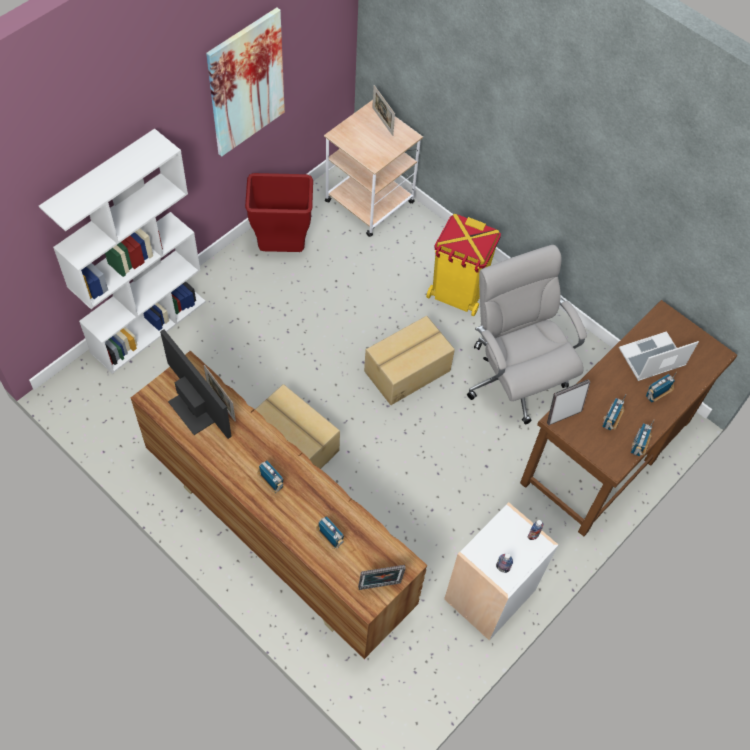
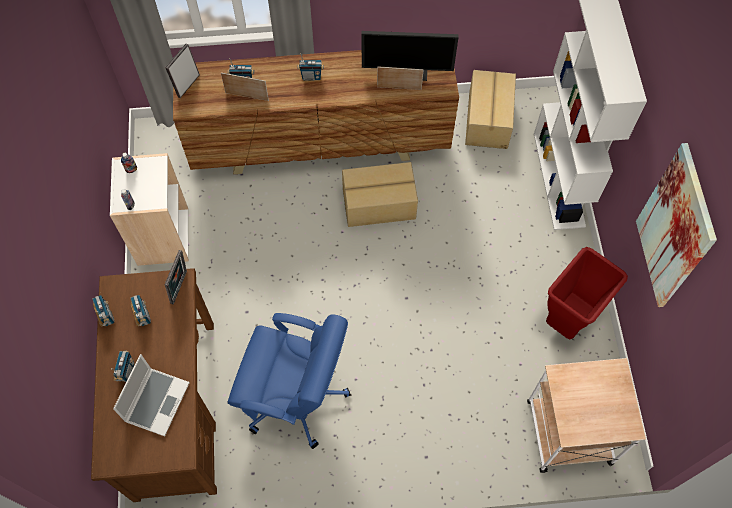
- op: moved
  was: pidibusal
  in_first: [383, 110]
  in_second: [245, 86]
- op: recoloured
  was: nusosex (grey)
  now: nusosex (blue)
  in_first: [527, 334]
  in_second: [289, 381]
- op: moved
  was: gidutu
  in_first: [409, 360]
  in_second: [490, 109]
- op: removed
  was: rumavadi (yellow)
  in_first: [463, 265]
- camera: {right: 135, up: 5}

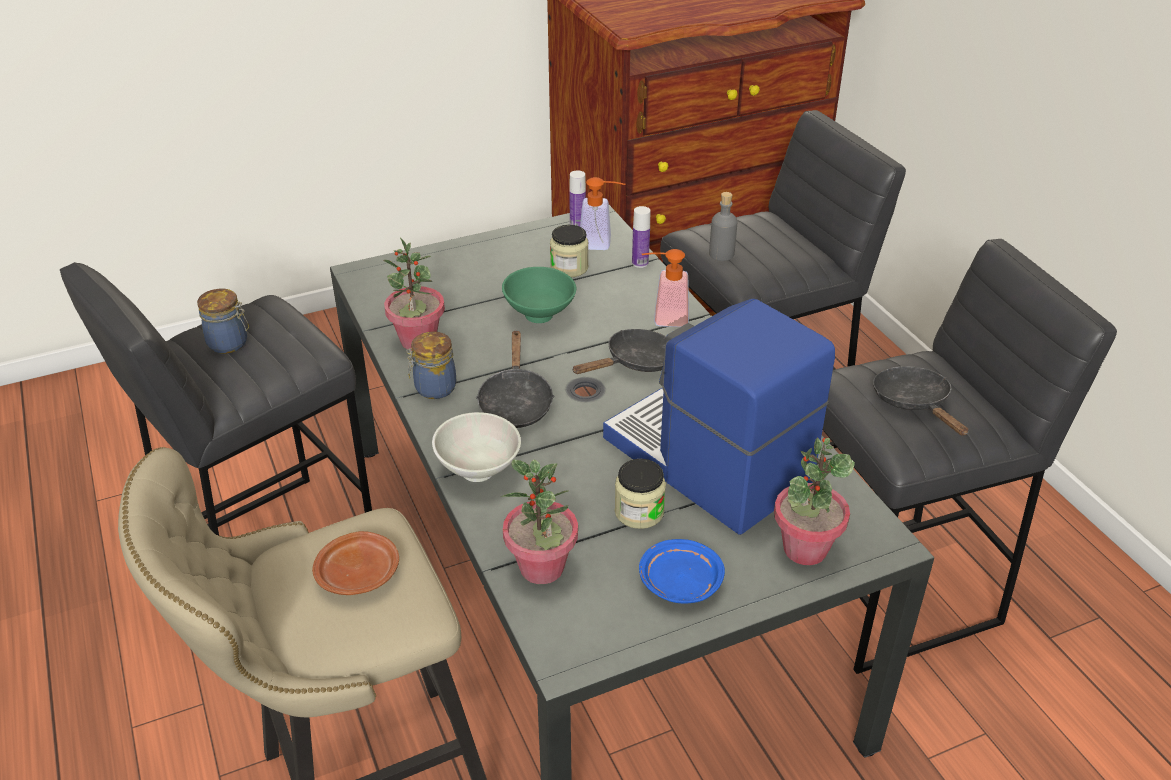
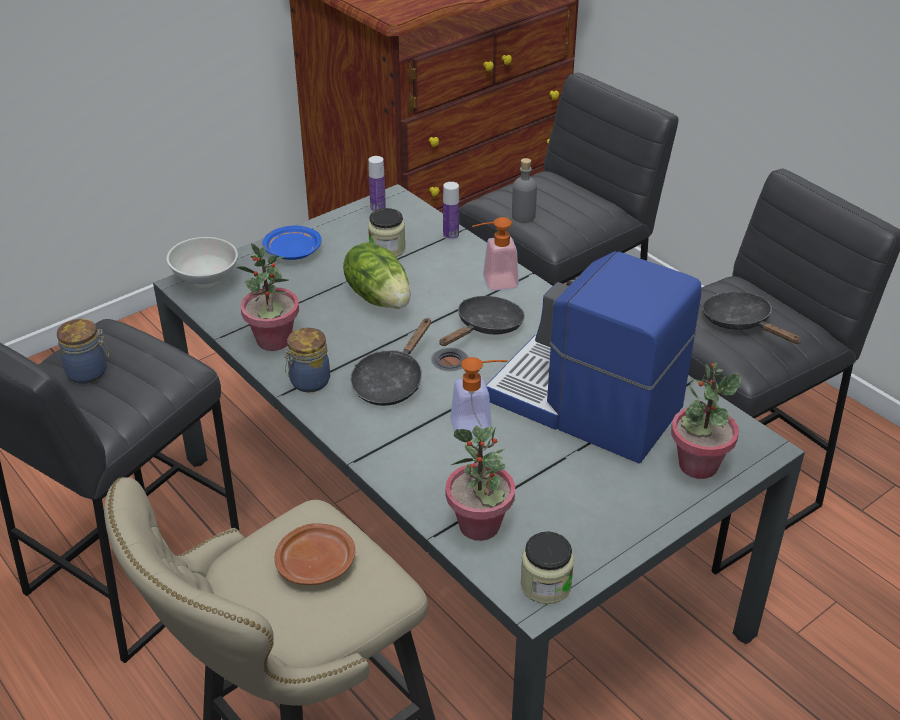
- op: moved
  was: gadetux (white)
  in_first: [476, 447]
  in_second: [202, 263]
- op: moved
  was: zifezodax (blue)
  in_first: [682, 571]
  in_second: [292, 243]
- op: replaced
  was: gadetux (green)
  now: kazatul
  in_first: [539, 295]
  in_second: [376, 275]
- op: turned
  was: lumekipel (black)
  in_first: [515, 379]
  in_second: [390, 362]
  clockwise: 45
- op: moved
  was: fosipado
  in_first: [603, 213]
  in_second: [479, 397]
- op: moved
  was: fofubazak
  in_first: [640, 494]
  in_second: [547, 567]
- camera: {right: -15, up: 0}

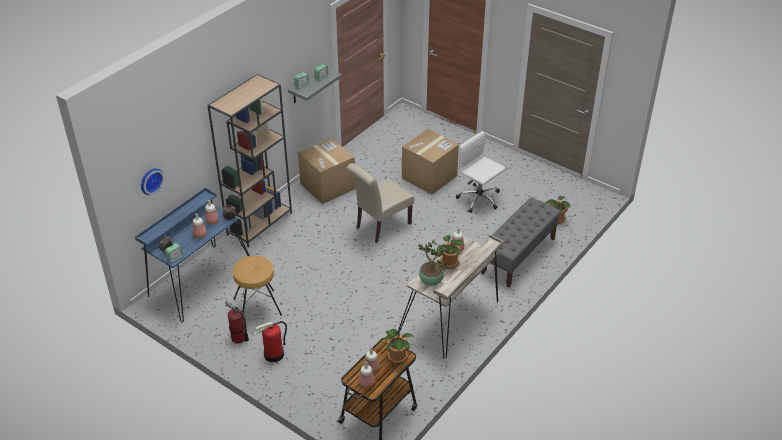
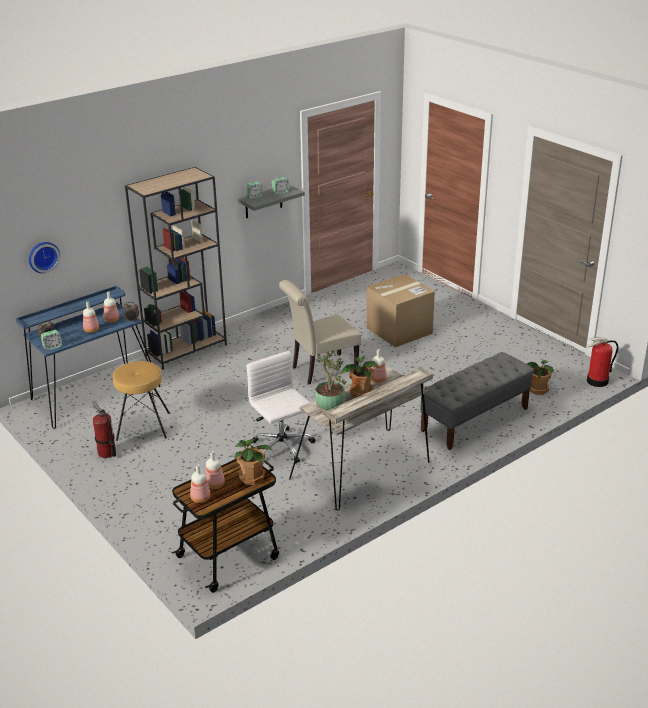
- op: moved
  was: nusosex (white)
  in_first: [481, 172]
  in_second: [280, 407]
- op: moved
  was: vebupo
  in_first: [270, 341]
  in_second: [602, 362]
- op: removed
  was: gidutu
  in_first: [327, 171]
- camera: {right: 15, up: -10}

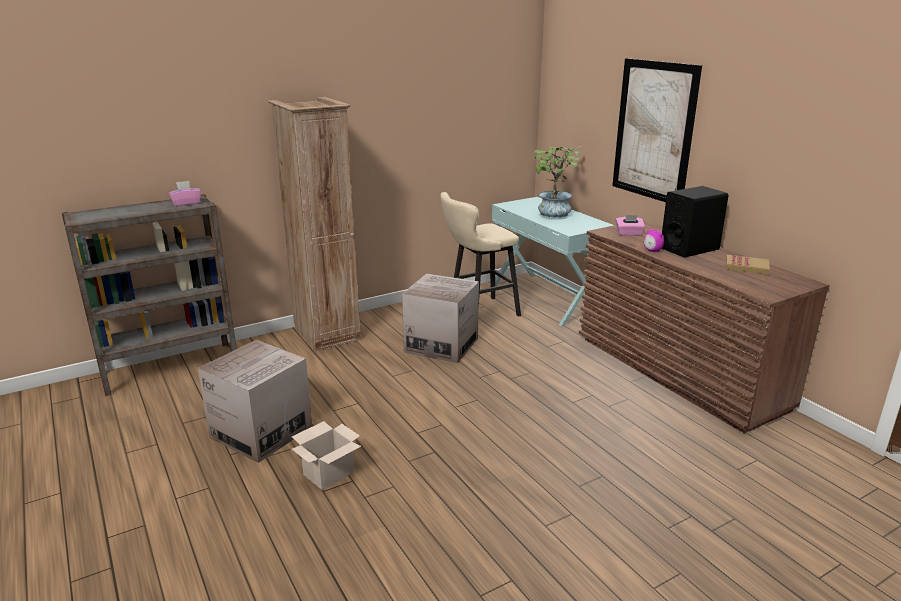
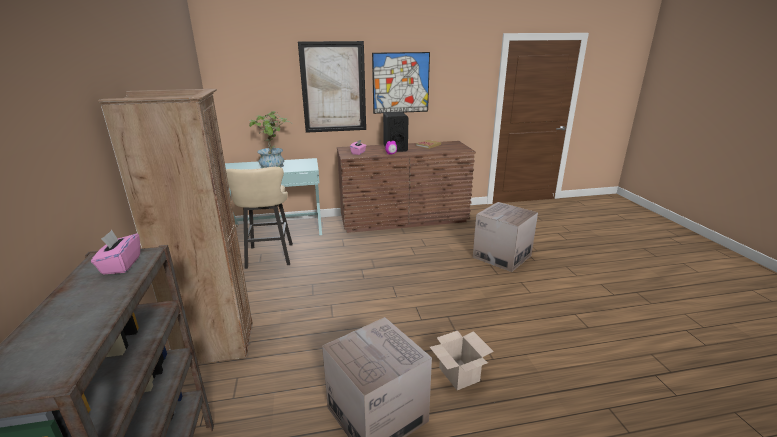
- op: added
  now: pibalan
  in_second: [401, 83]
- op: moved
  was: gidutu
  in_first: [440, 318]
  in_second: [505, 237]
- camera: {right: -70, up: 0}

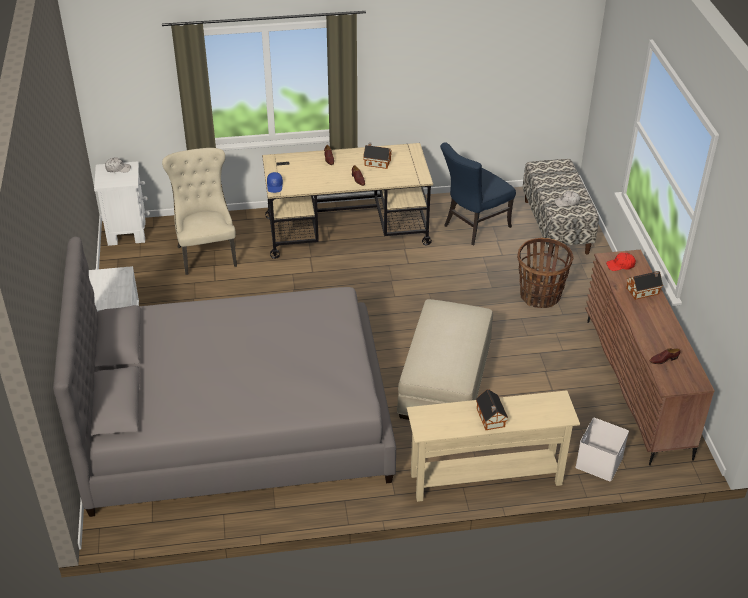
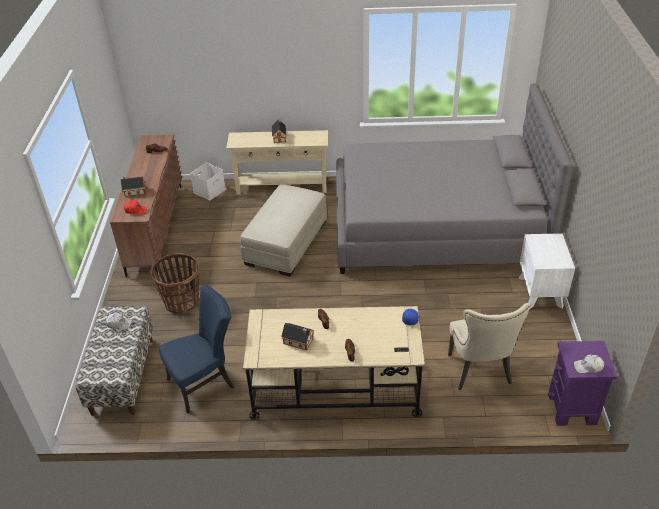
- op: recoloured
  was: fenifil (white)
  now: fenifil (purple)
  in_first: [122, 203]
  in_second: [583, 383]
- camera: {right: -170, up: 0}

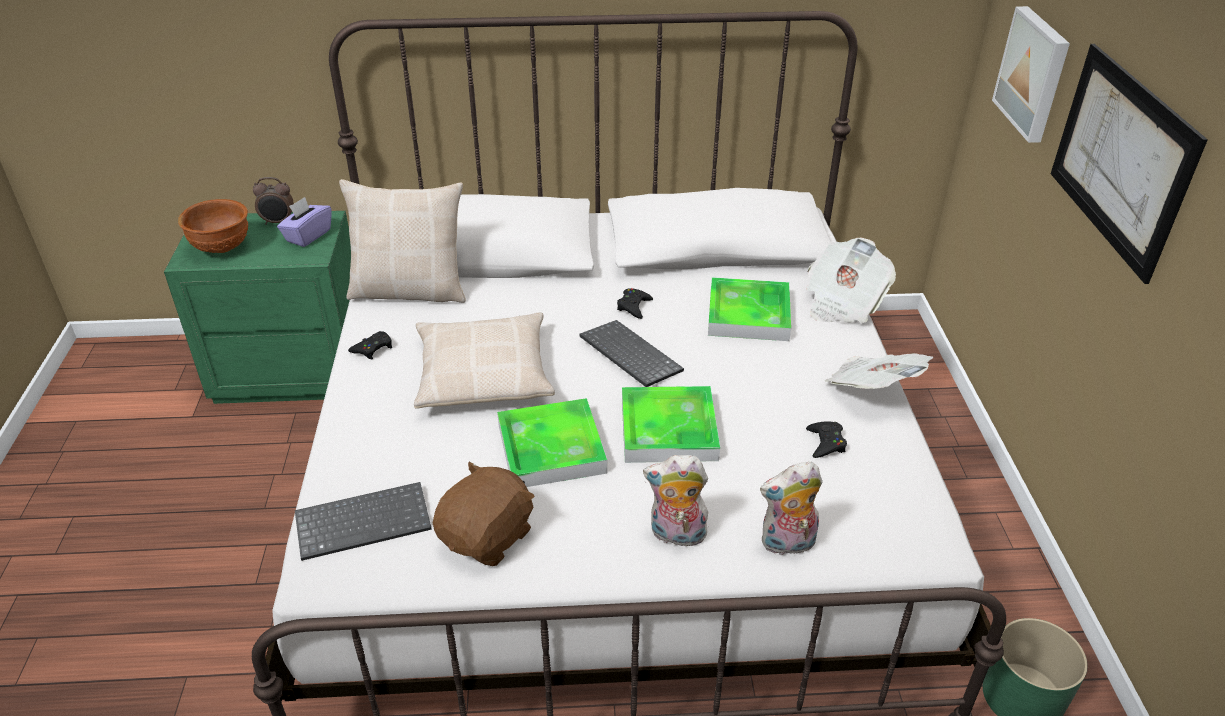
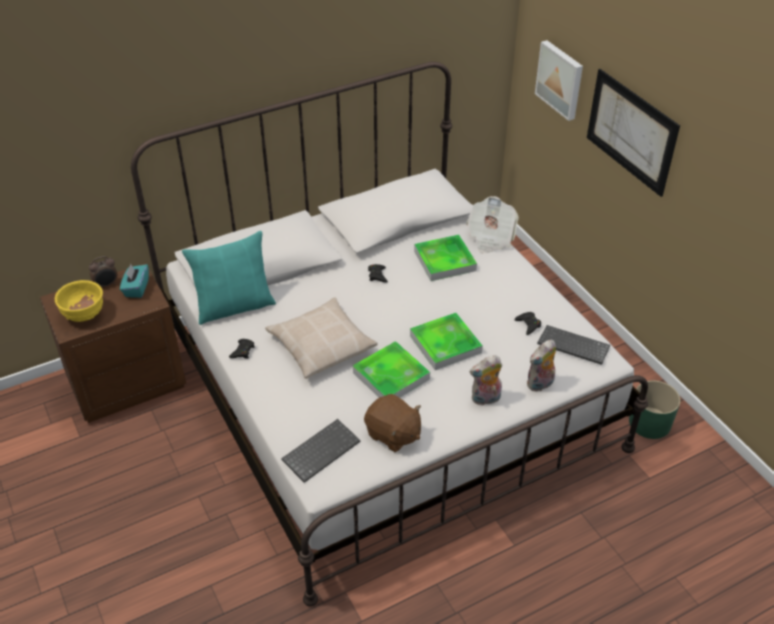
- op: recoloured
  was: fenifil (green)
  now: fenifil (brown)
  in_first: [257, 307]
  in_second: [113, 343]
- op: recoloured
  was: gadetux (brown)
  now: gadetux (yellow)
  in_first: [213, 226]
  in_second: [79, 301]
- op: recoloured
  was: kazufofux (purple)
  now: kazufofux (turquoise)
  in_first: [304, 222]
  in_second: [134, 281]
- op: recoloured
  was: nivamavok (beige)
  now: nivamavok (turquoise)
  in_first: [402, 241]
  in_second: [229, 278]
- op: turned
  was: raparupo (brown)
  in_first: [484, 513]
  in_second: [392, 423]
  clockwise: 120
- op: moved
  was: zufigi
  in_first: [631, 353]
  in_second: [573, 345]
- op: removed
  was: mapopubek
  in_first: [879, 371]
- camera: {right: -25, up: 5}

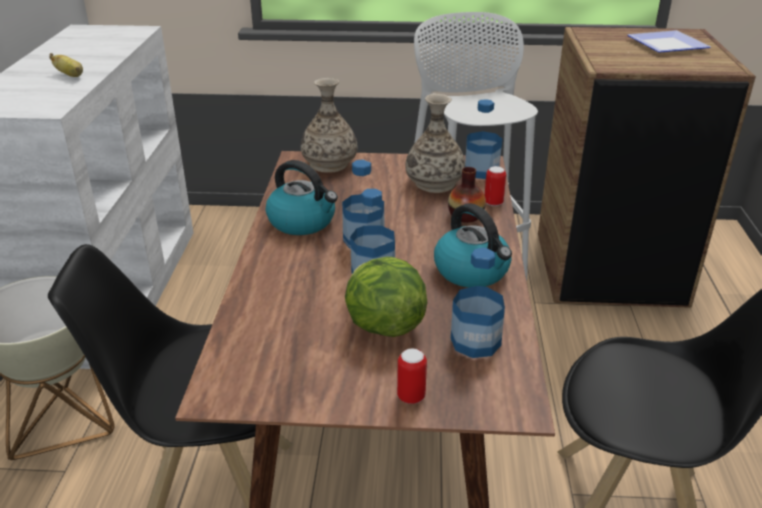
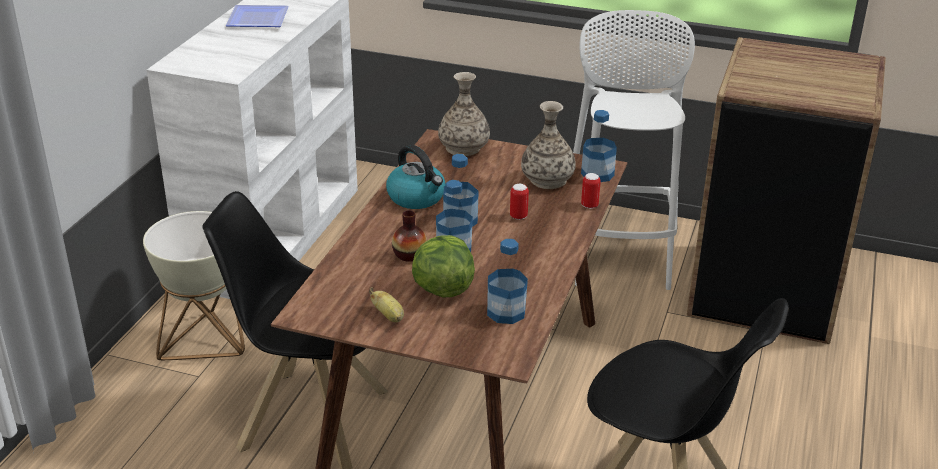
- op: moved
  was: zifezodax
  in_first: [669, 41]
  in_second: [257, 16]
- op: moved
  was: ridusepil
  in_first: [66, 65]
  in_second: [386, 304]
- op: moved
  was: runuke
  in_first: [467, 195]
  in_second: [409, 236]
- op: moved
  was: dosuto
  in_first: [412, 376]
  in_second: [519, 202]
- op: removed
  was: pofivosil
  in_first: [473, 245]
- camera: {right: 15, up: 0}

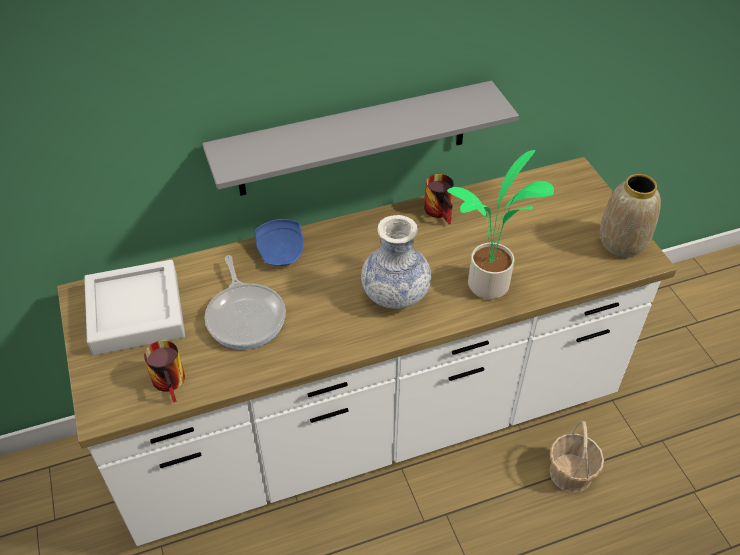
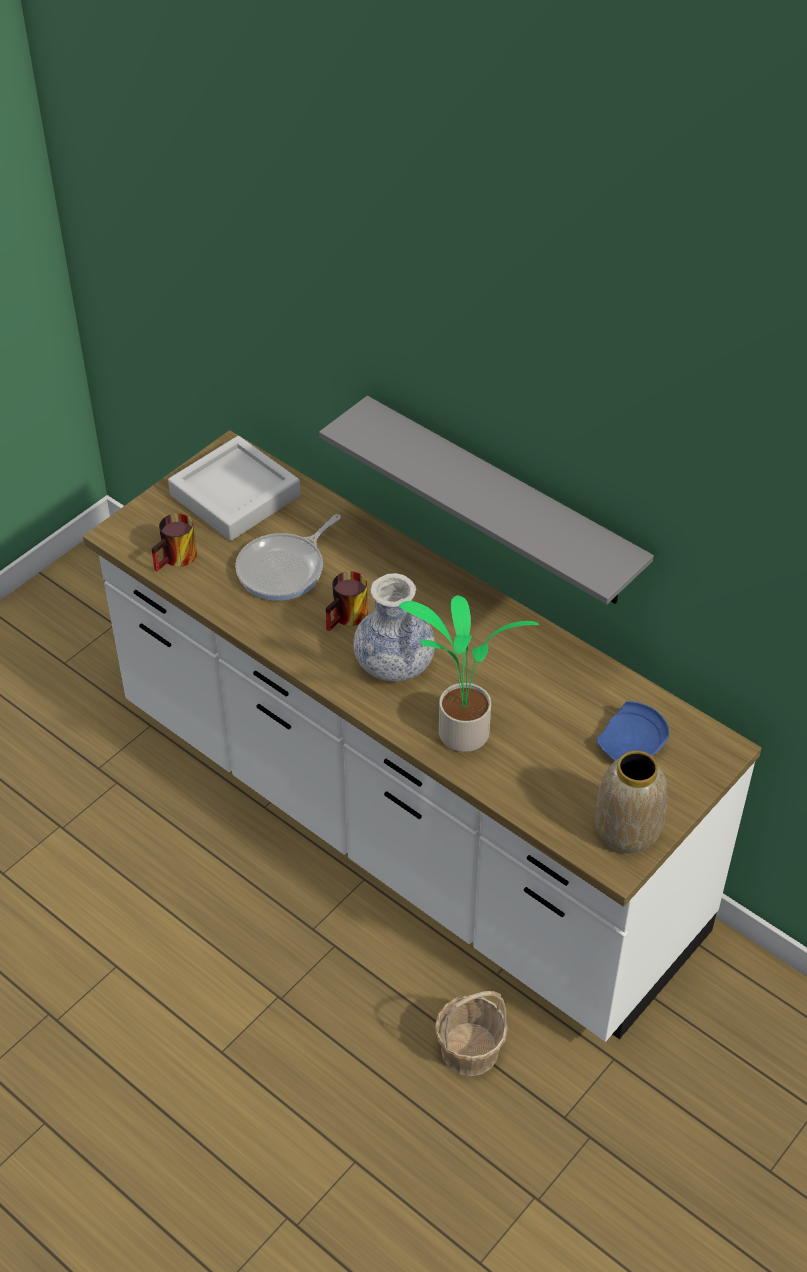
- op: moved
  was: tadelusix
  in_first: [439, 199]
  in_second: [347, 601]
- op: moved
  was: zifezodax (blue)
  in_first: [279, 242]
  in_second: [633, 731]
- camera: {right: 60, up: 0}

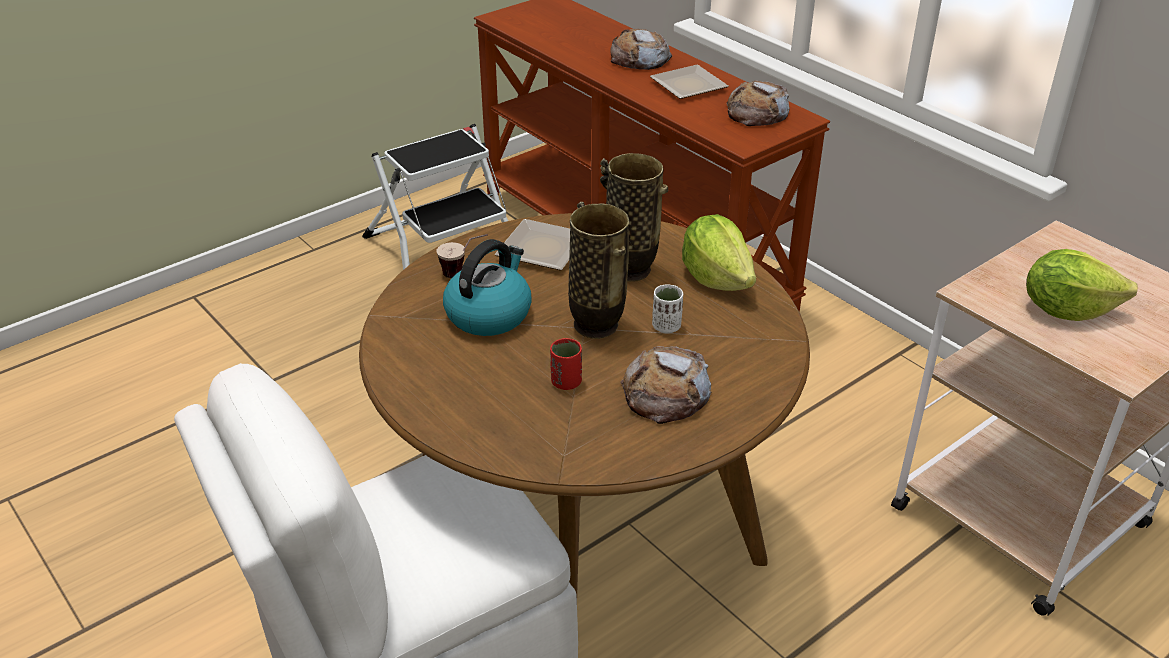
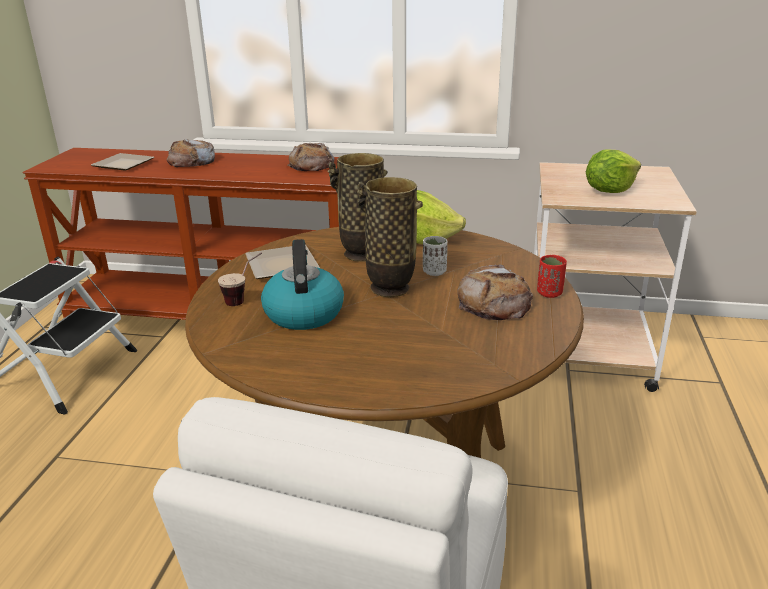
- op: moved
  was: zifezodax
  in_first: [689, 82]
  in_second: [122, 162]
- op: moved
  was: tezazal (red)
  in_first: [566, 364]
  in_second: [552, 276]
- camera: {right: -40, up: -10}

